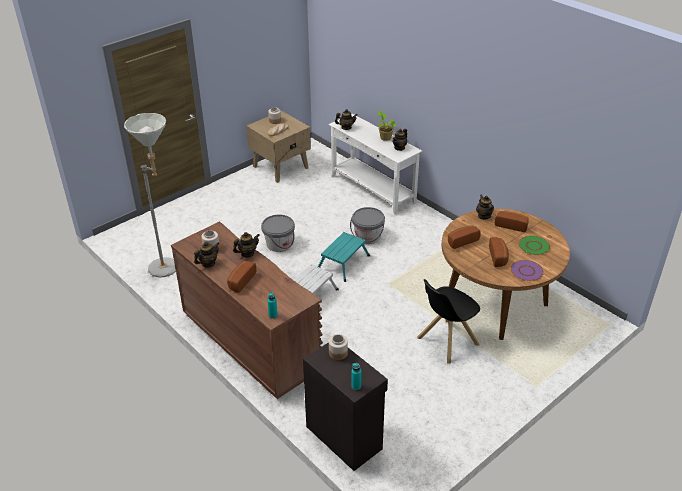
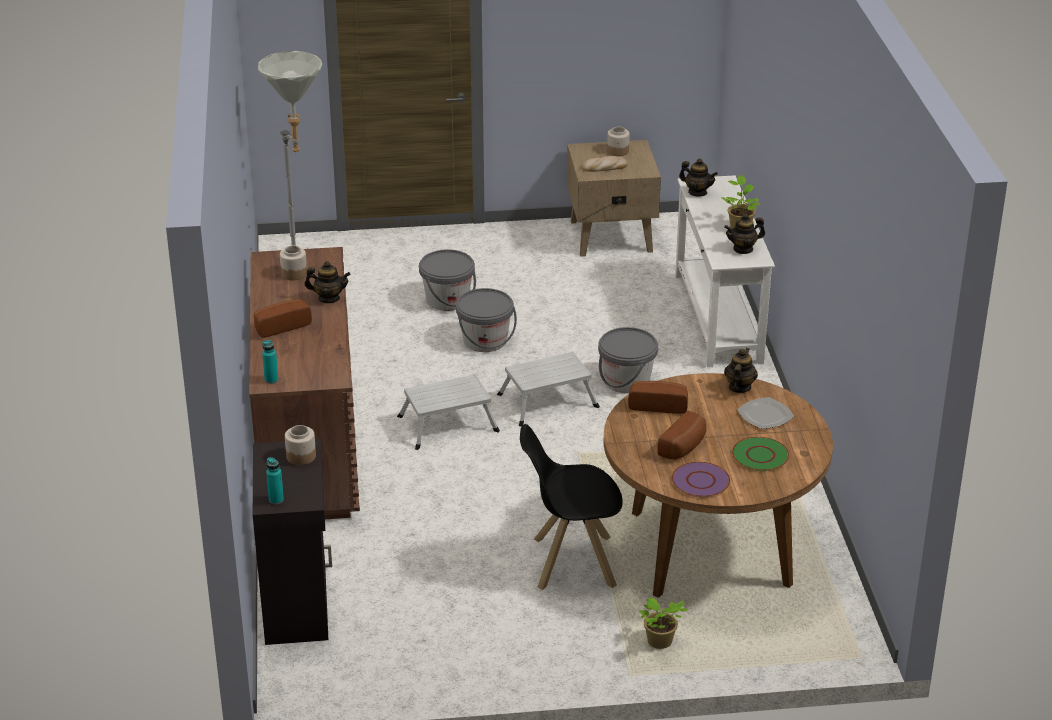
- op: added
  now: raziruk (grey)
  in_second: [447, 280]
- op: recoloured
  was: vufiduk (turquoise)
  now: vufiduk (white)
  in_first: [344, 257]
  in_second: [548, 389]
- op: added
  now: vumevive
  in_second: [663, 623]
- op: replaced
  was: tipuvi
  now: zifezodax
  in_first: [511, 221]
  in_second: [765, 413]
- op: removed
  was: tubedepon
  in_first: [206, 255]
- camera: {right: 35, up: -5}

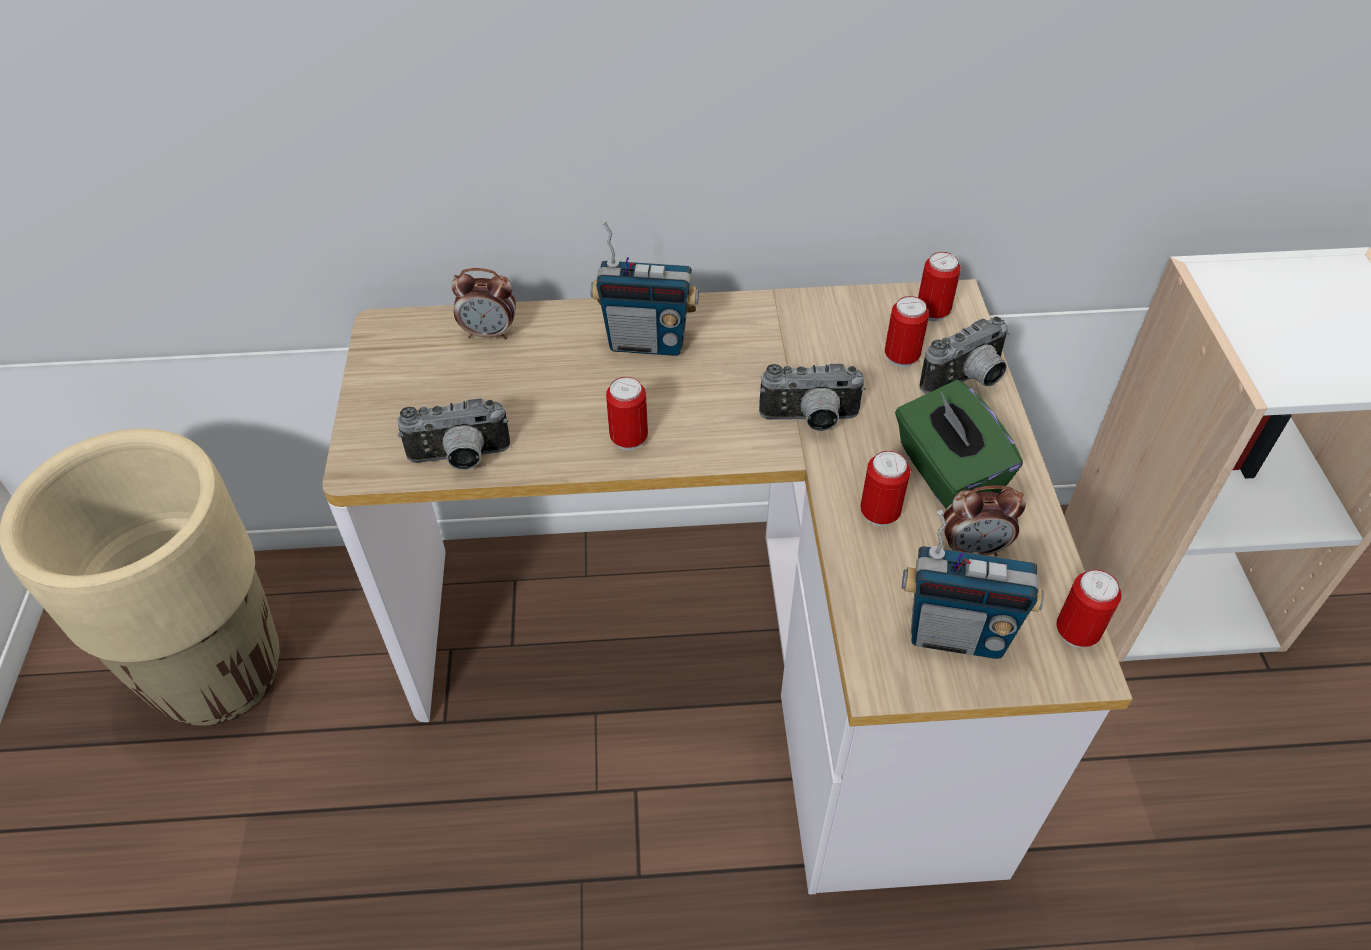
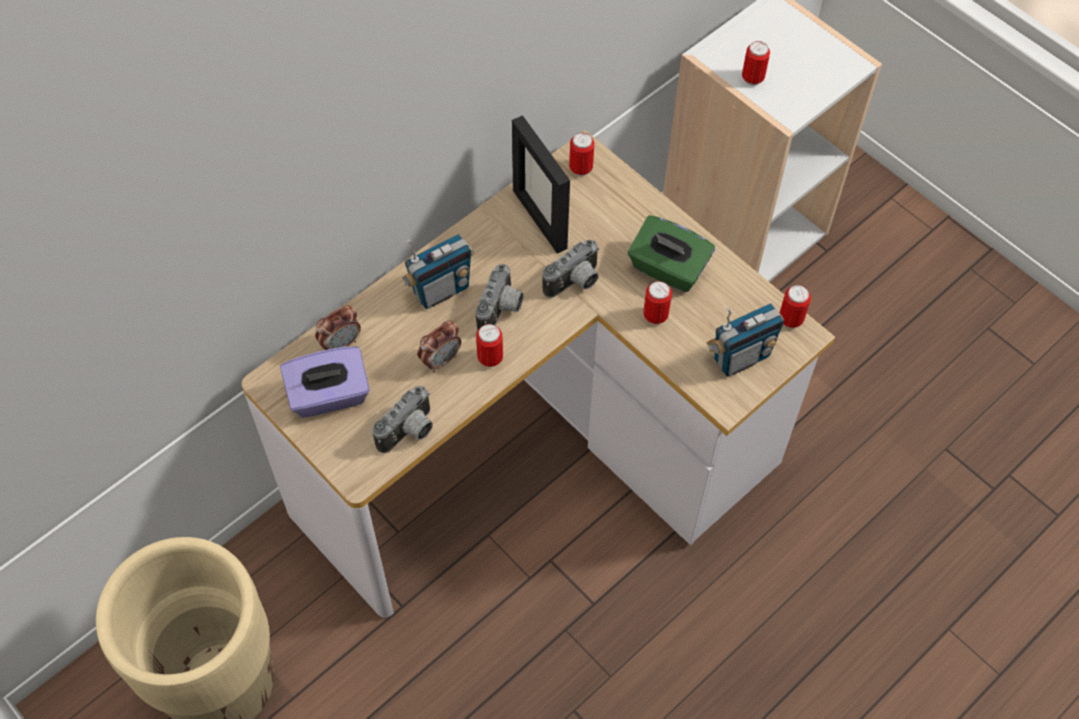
- op: added
  now: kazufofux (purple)
  in_second: [324, 382]
- op: moved
  was: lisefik
  in_first: [984, 520]
  in_second: [439, 346]
- op: moved
  was: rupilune
  in_first: [964, 355]
  in_second: [499, 297]
- op: added
  now: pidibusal
  in_second: [541, 184]
- op: moved
  was: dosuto
  in_first: [907, 331]
  in_second: [756, 63]
- camera: {right: -40, up: 10}

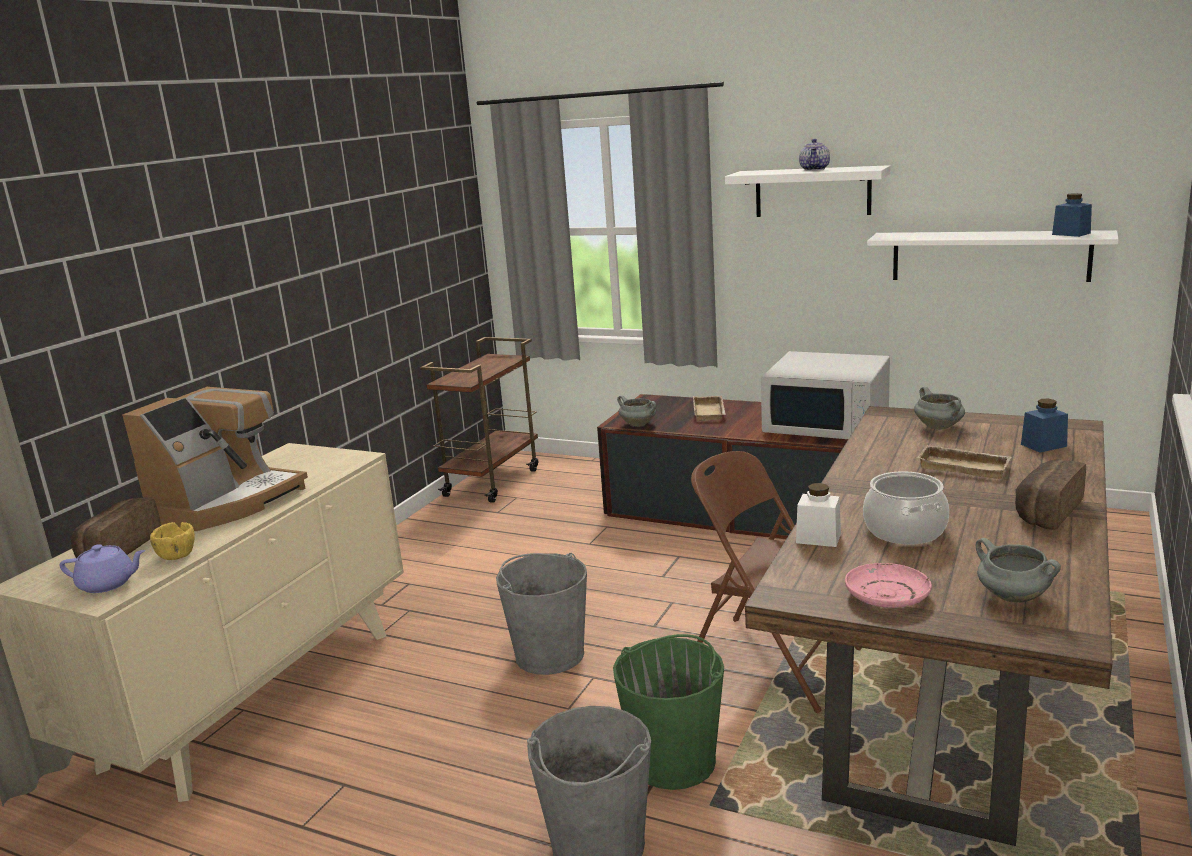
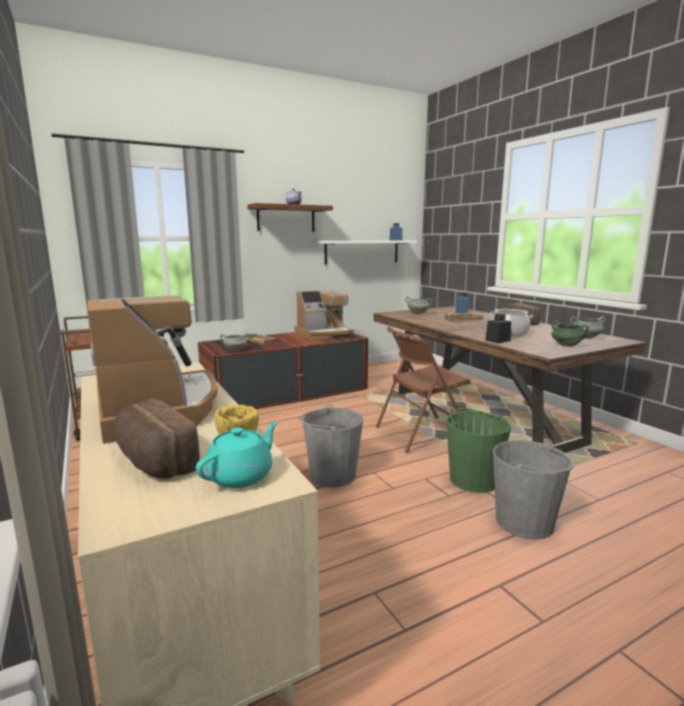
- op: recoloured
  was: tubedepon (purple)
  now: tubedepon (turquoise)
  in_first: [102, 568]
  in_second: [237, 455]
- op: recoloured
  was: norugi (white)
  now: norugi (brown)
  in_first: [807, 191]
  in_second: [290, 217]
- op: replaced
  was: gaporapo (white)
  now: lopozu
  in_first: [825, 395]
  in_second: [324, 315]
- op: recoloured
  was: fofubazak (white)
  now: fofubazak (black)
  in_first: [818, 515]
  in_second: [498, 328]
- op: replaced
  was: zifezodax (pink)
  now: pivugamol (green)
  in_first: [888, 585]
  in_second: [570, 333]
- camera: {right: -55, up: -5}

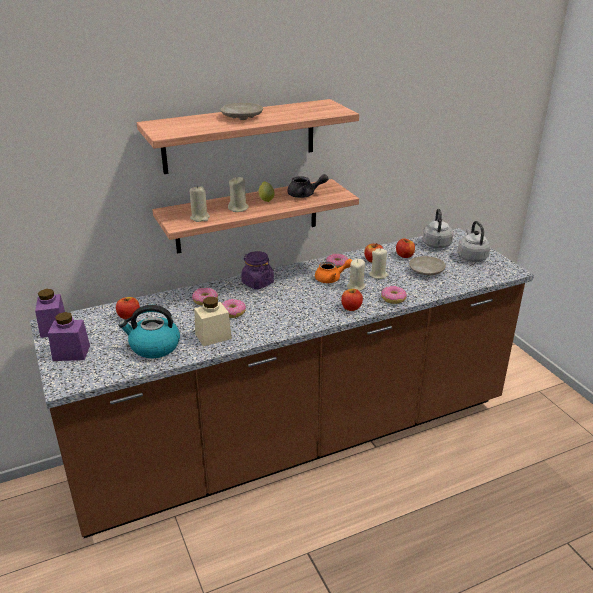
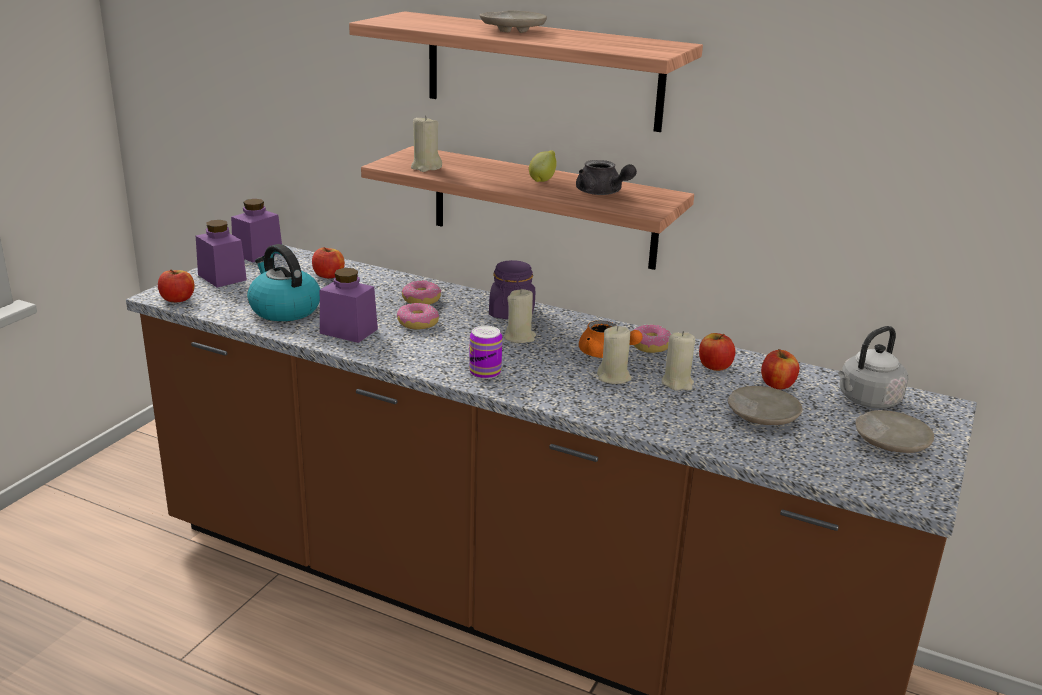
- op: moved
  was: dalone
  in_first: [352, 300]
  in_second: [176, 286]
- op: recoloured
  was: fofubazak (beige)
  now: fofubazak (purple)
  in_first: [213, 322]
  in_second: [349, 305]
- op: added
  now: dosuto
  in_second: [485, 352]
- op: moved
  was: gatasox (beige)
  in_first: [238, 194]
  in_second: [519, 316]
- op: replaced
  was: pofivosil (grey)
  now: zifezodax (beige)
  in_first: [473, 241]
  in_second: [894, 431]
- op: removed
  was: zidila
  in_first: [394, 295]
- camera: {right: 50, up: -5}

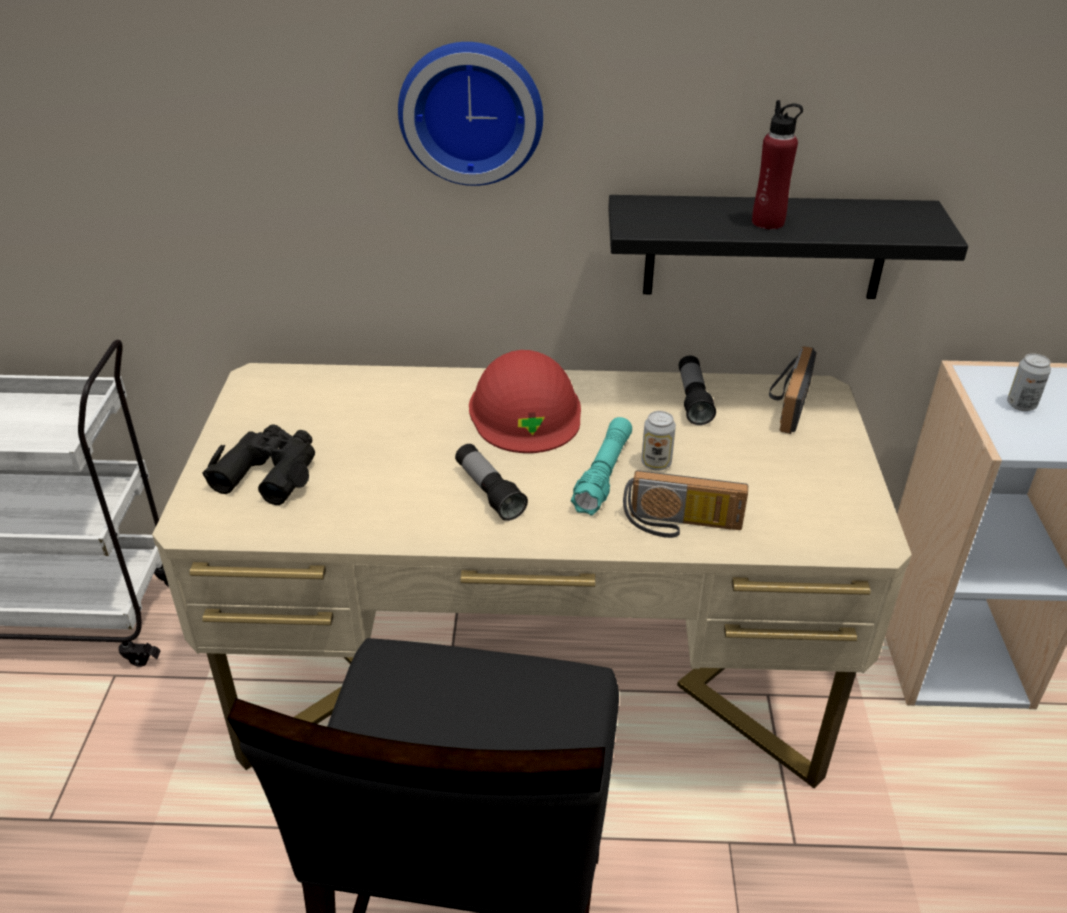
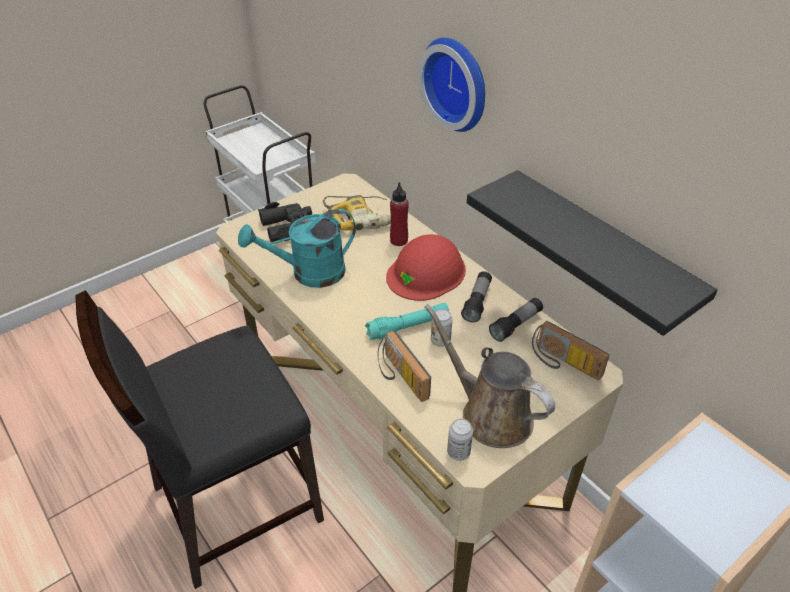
- op: added
  now: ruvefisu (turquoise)
  in_second: [297, 248]
- op: added
  now: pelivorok
  in_second: [357, 213]
- op: moved
  was: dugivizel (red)
  in_first: [777, 164]
  in_second: [399, 214]
- op: added
  now: ruvefisu (brown)
  in_second: [489, 376]
- op: moved
  was: dosuto
  in_first: [1029, 382]
  in_second: [460, 440]
- op: moved
  was: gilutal
  in_first: [491, 482]
  in_second: [476, 296]
- op: turned
  was: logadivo
  in_first: [793, 390]
  in_second: [570, 350]
  clockwise: -120
- camera: {right: 50, up: 5}

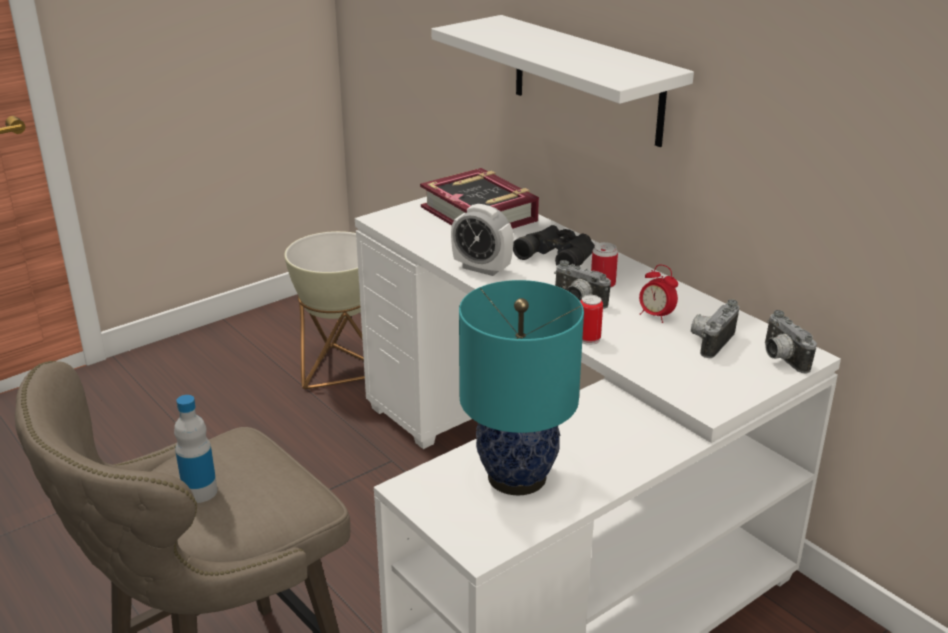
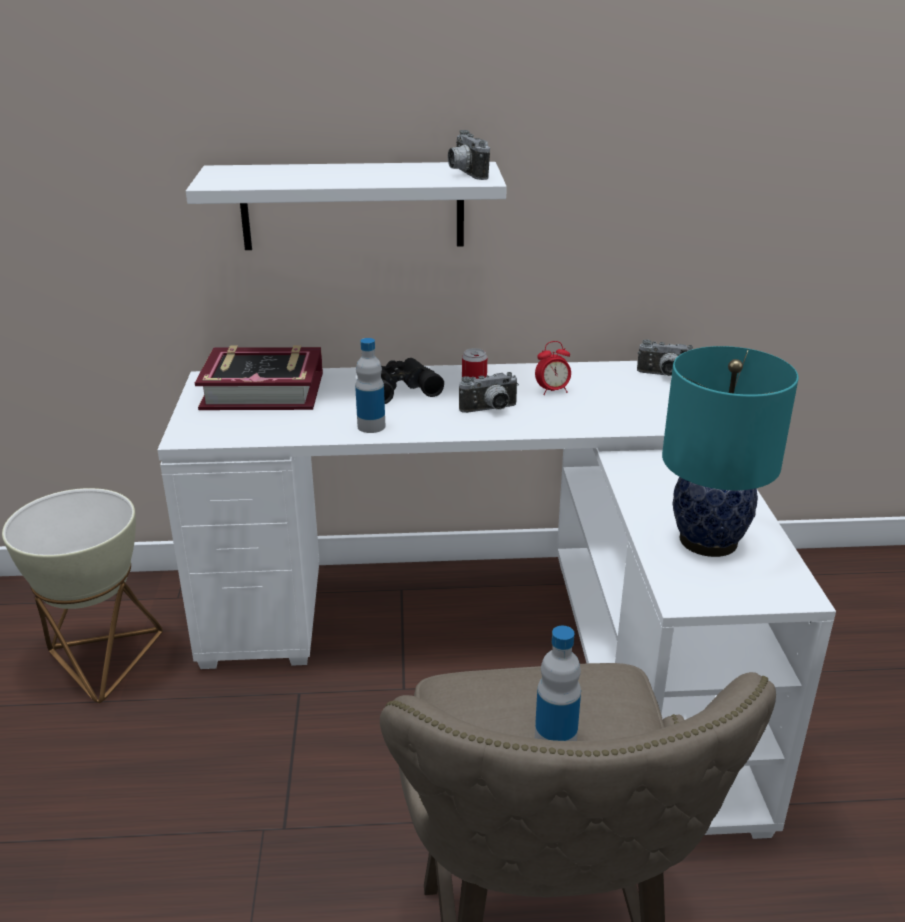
- op: replaced
  was: lisefik
  now: dugivizel
  in_first: [482, 240]
  in_second: [370, 385]
- op: moved
  was: rupilune
  in_first: [715, 328]
  in_second: [469, 155]
- op: removed
  was: dosuto
  in_first: [591, 320]
- camera: {right: -55, up: 0}

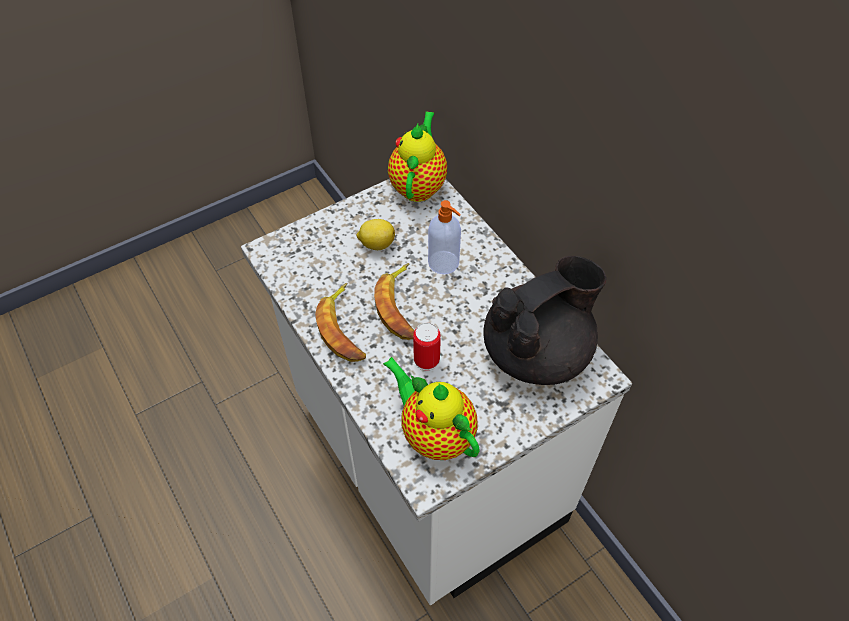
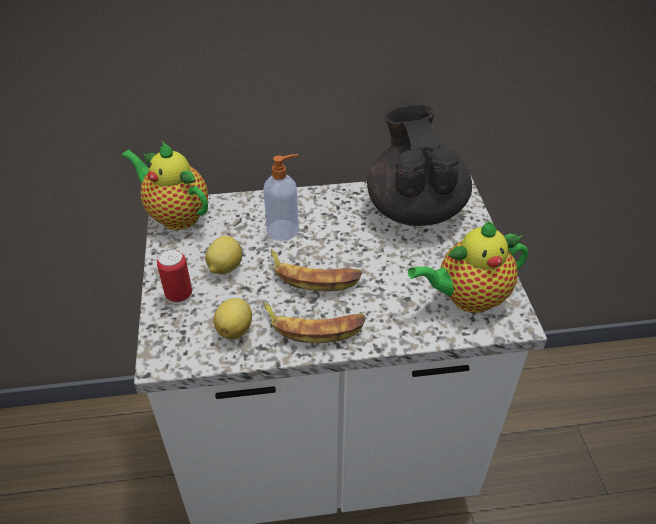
- op: moved
  was: dosuto
  in_first: [427, 346]
  in_second: [174, 277]
- op: added
  now: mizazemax
  in_second: [232, 319]
- camera: {right: -65, up: -10}

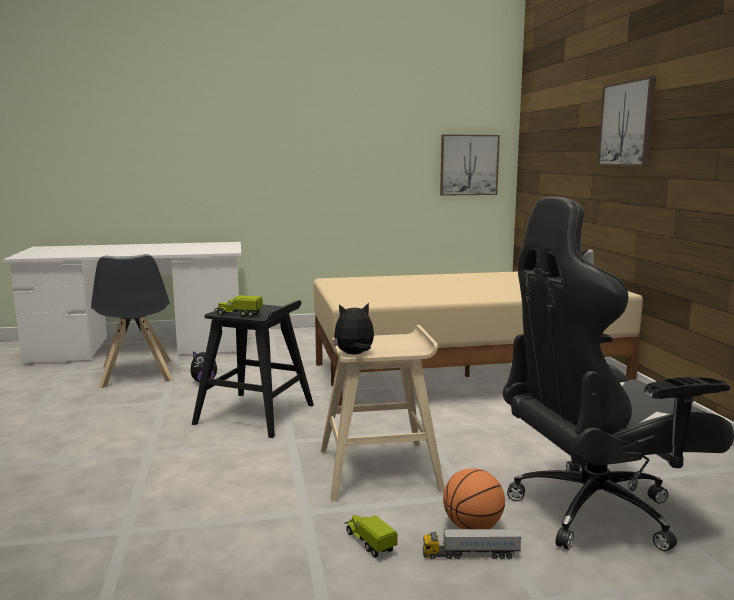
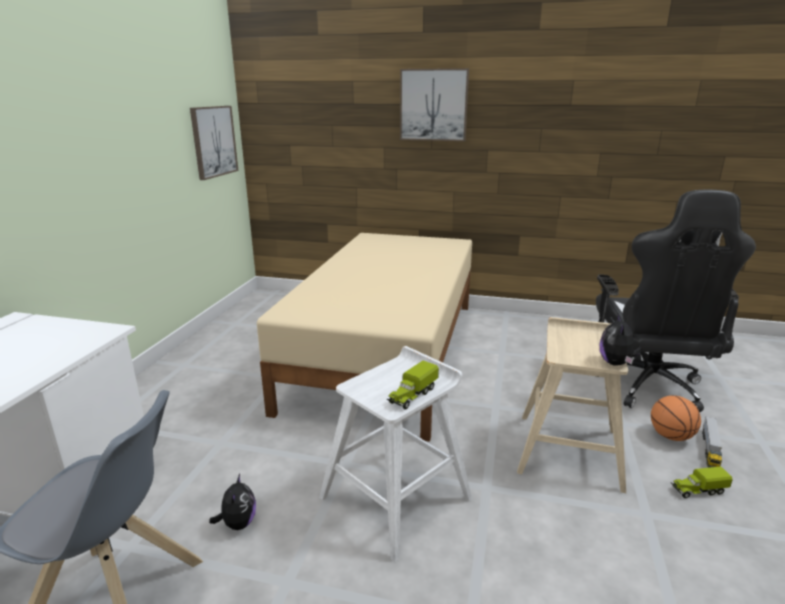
- op: recoloured
  was: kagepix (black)
  now: kagepix (white)
  in_first: [253, 369]
  in_second: [395, 454]
- camera: {right: -65, up: 10}

